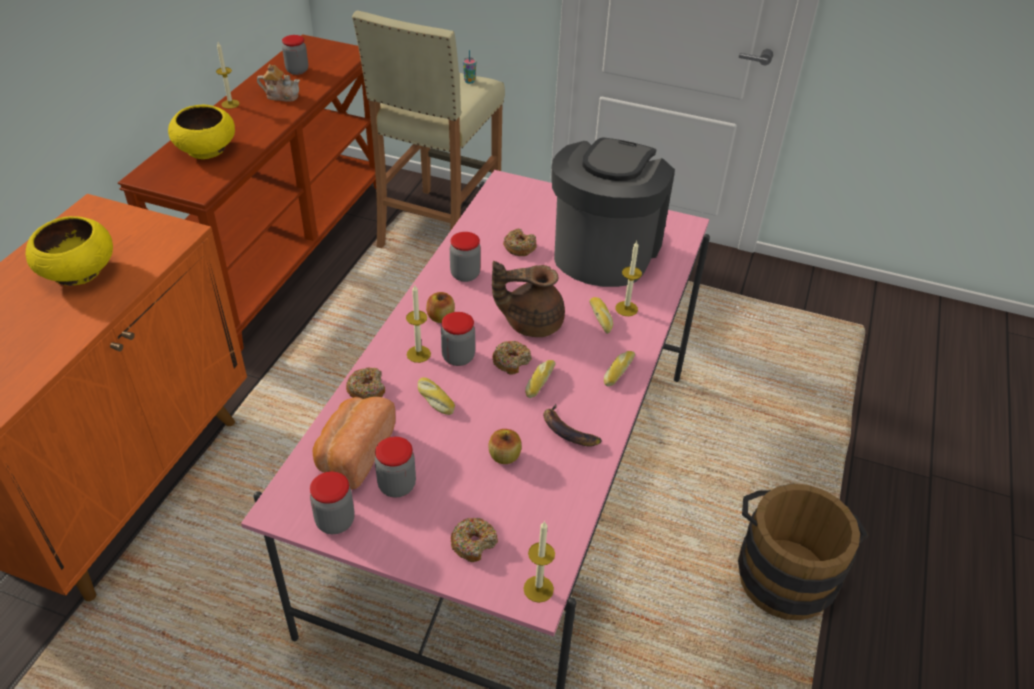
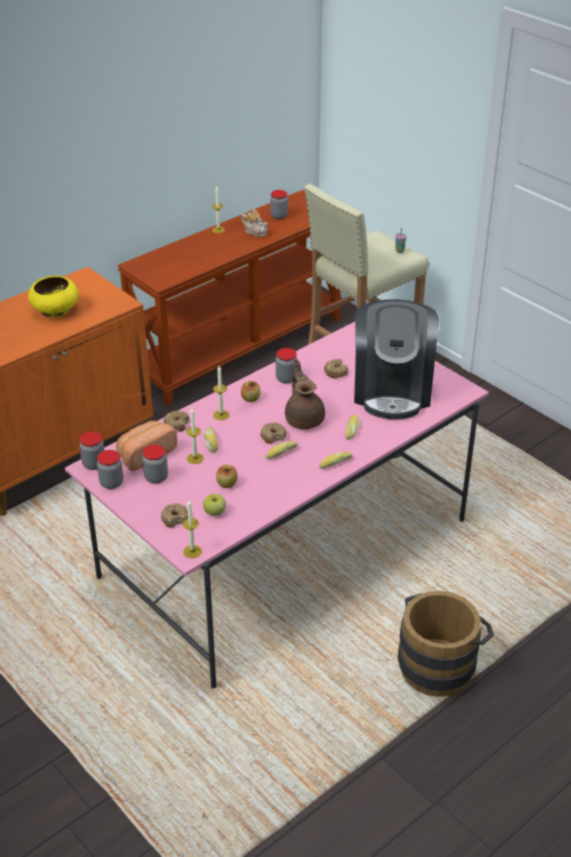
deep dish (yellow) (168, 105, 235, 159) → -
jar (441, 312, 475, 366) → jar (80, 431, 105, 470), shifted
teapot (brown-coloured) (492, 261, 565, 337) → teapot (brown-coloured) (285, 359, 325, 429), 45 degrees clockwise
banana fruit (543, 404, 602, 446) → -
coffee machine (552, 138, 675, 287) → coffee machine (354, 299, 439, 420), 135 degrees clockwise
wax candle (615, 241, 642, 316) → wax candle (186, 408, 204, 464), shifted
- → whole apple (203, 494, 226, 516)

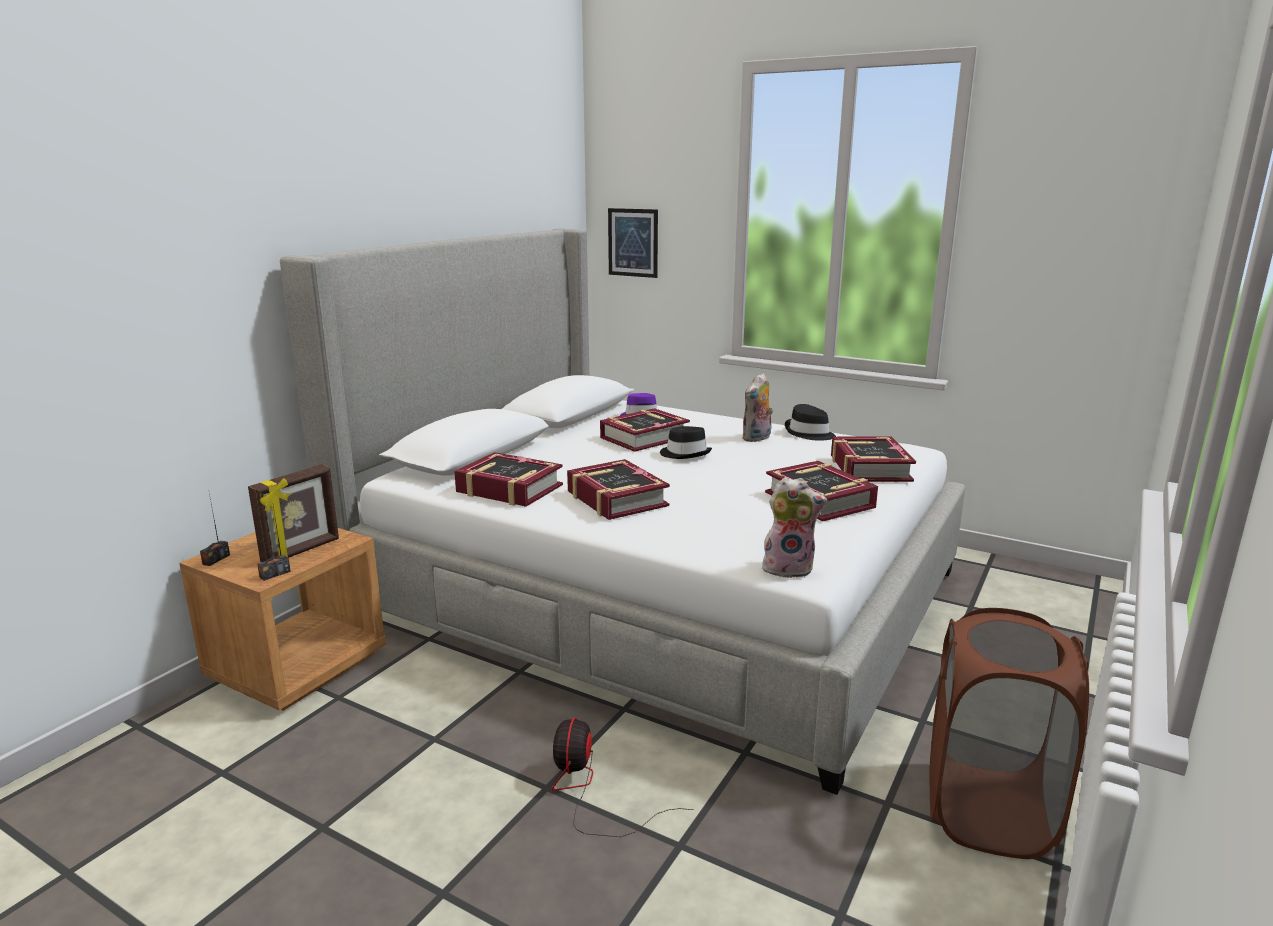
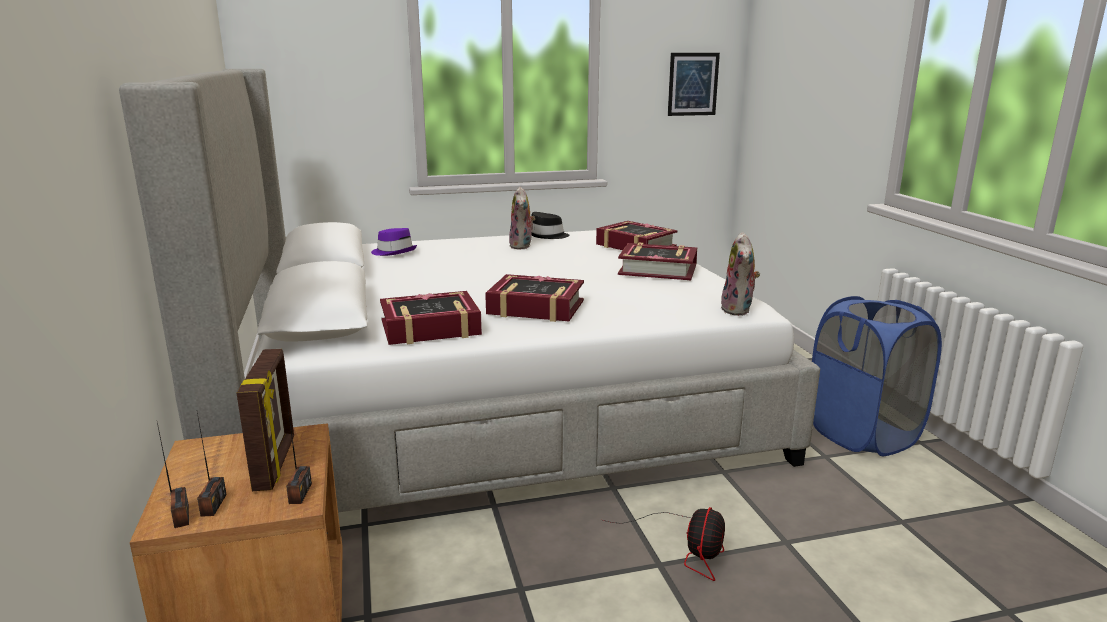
fan (552, 717, 694, 837) → fan (603, 507, 725, 581), 120 degrees counterclockwise
bound book (600, 408, 690, 452) → -
wall picture (608, 208, 658, 278) → wall picture (668, 53, 720, 116), shifted
clothing hat (black-coloured) (660, 426, 712, 459) → -
soft toy (762, 477, 827, 578) → soft toy (721, 232, 760, 316), 135 degrees clockwise
hamper (brown-coloured) (929, 608, 1089, 859) → hamper (blue-coloured) (812, 296, 942, 456)
- → radio set (197, 413, 227, 517)

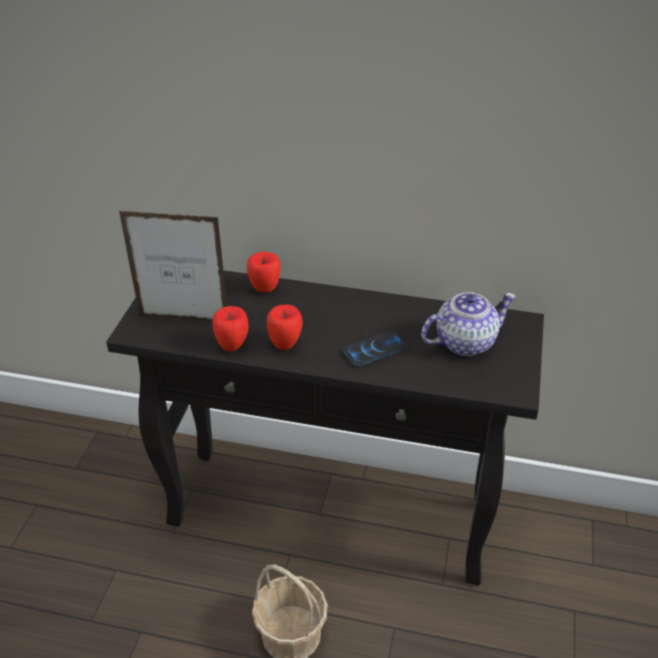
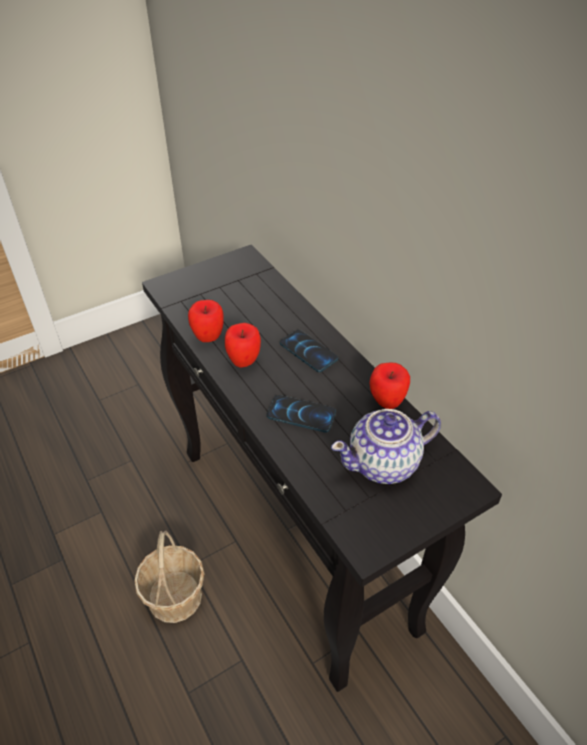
photo frame (119, 211, 227, 322) → -
whole apple (247, 252, 281, 292) → whole apple (369, 362, 410, 409), shifted
teapot (421, 292, 516, 356) → teapot (331, 409, 441, 484), 135 degrees clockwise
- → telephone (280, 330, 338, 372)

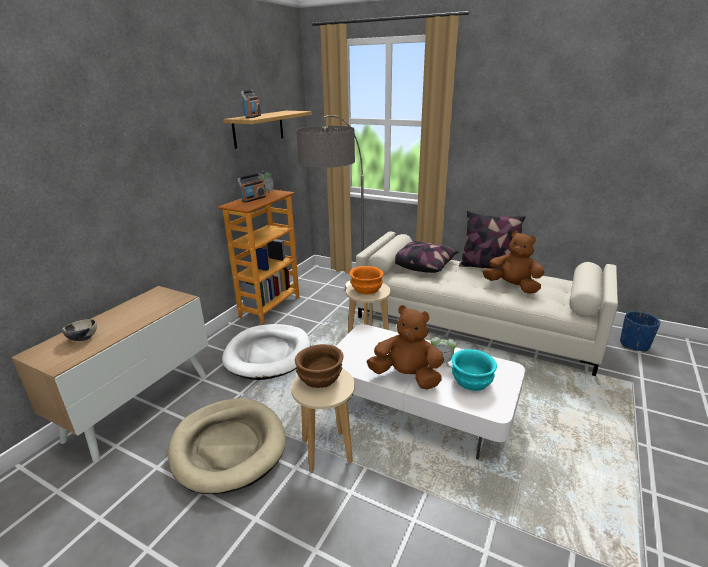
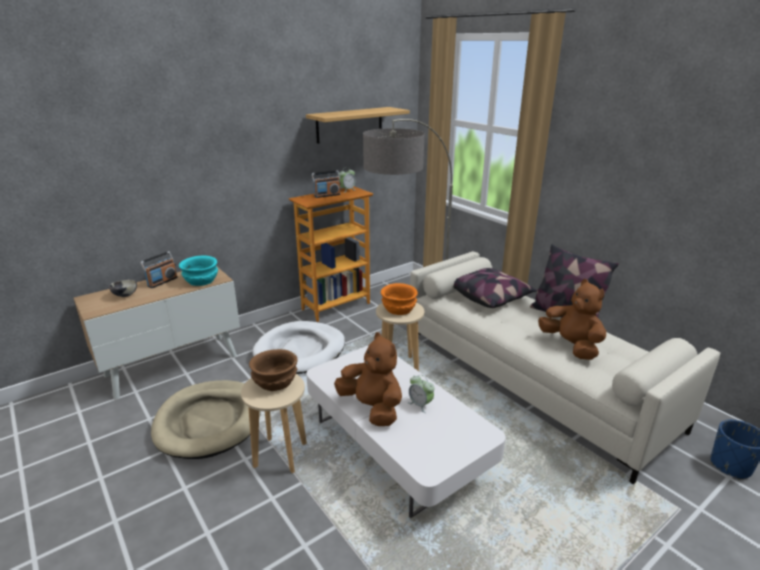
radio set (240, 90, 261, 118) → radio set (140, 251, 178, 288), shifted
deep dish (turquoise-coloured) (451, 349, 497, 391) → deep dish (turquoise-coloured) (179, 255, 218, 286), shifted

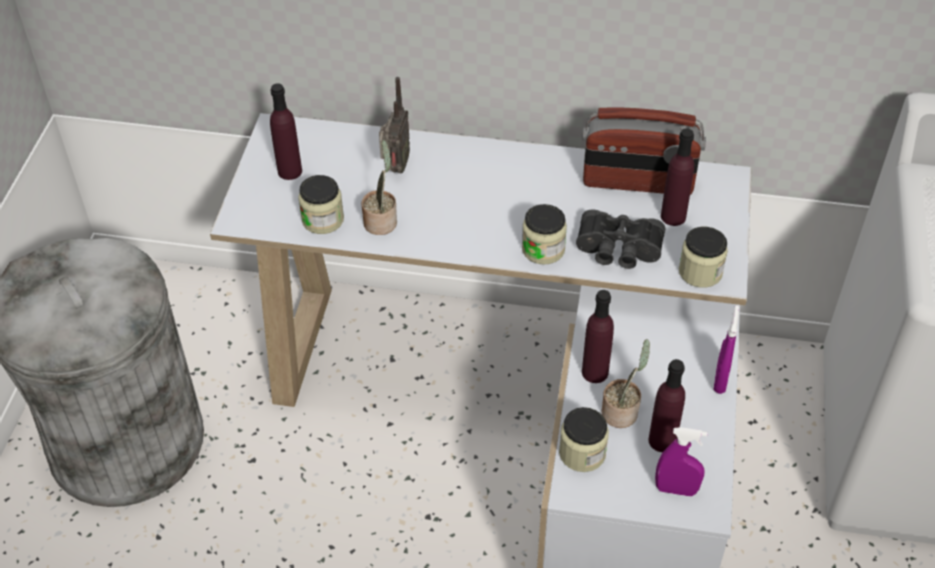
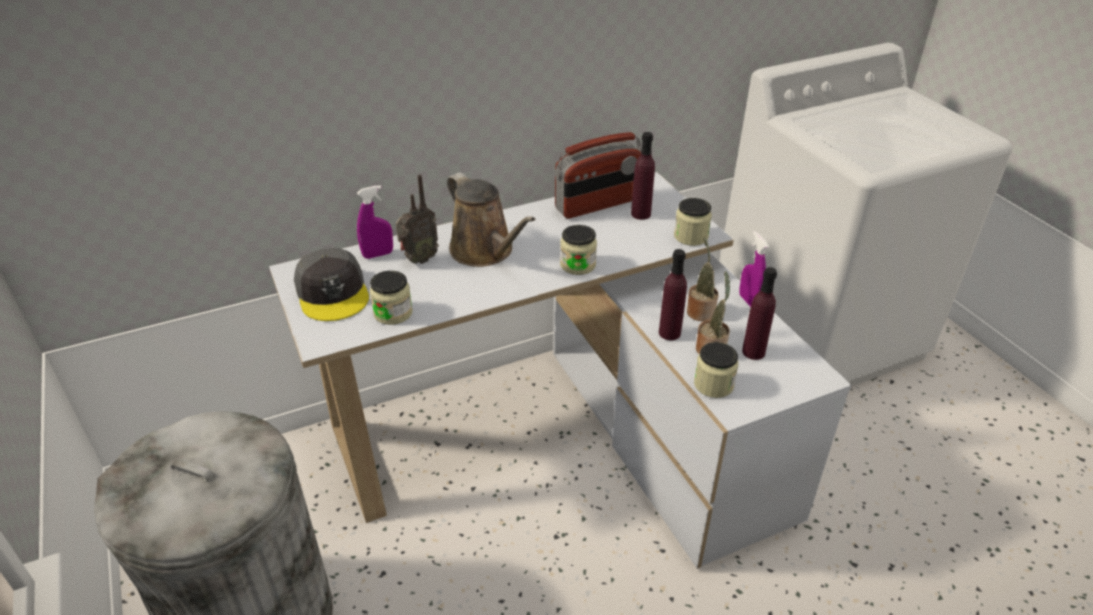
bottle (purple-coloured) (270, 83, 302, 180) → baseball cap (grey) (294, 248, 369, 321)
plant in a pot (361, 140, 397, 235) → plant in a pot (687, 237, 719, 321), shifted
radio set (379, 77, 410, 173) → radio set (396, 174, 439, 264), 75 degrees clockwise
binoculars (black-coloured) (576, 209, 665, 269) → -
hand sprayer (purple-coloured) (655, 427, 708, 496) → hand sprayer (purple-coloured) (357, 185, 393, 259), shifted
- → watering pot (brown-coloured) (447, 173, 535, 267)

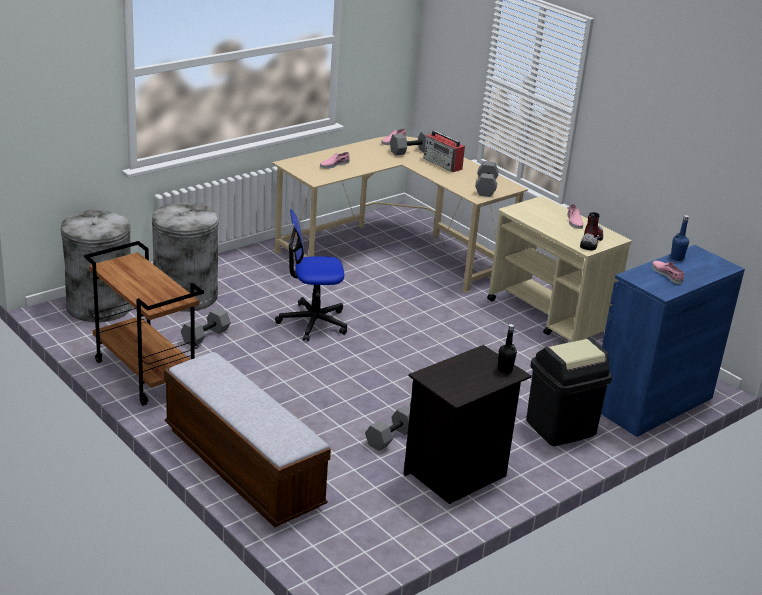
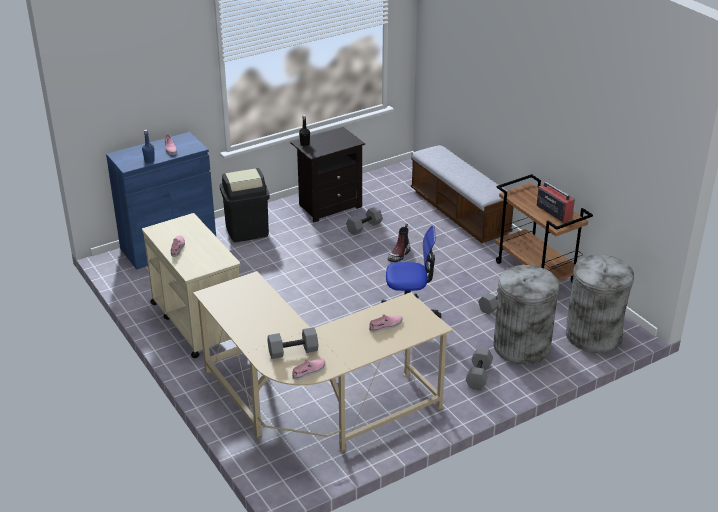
radio set (424, 130, 465, 172) → radio set (537, 178, 575, 223), shifted
free weight (grey) (475, 161, 499, 197) → free weight (grey) (466, 348, 493, 390), shifted
high-top boot (580, 212, 603, 250) → high-top boot (388, 224, 411, 262), shifted

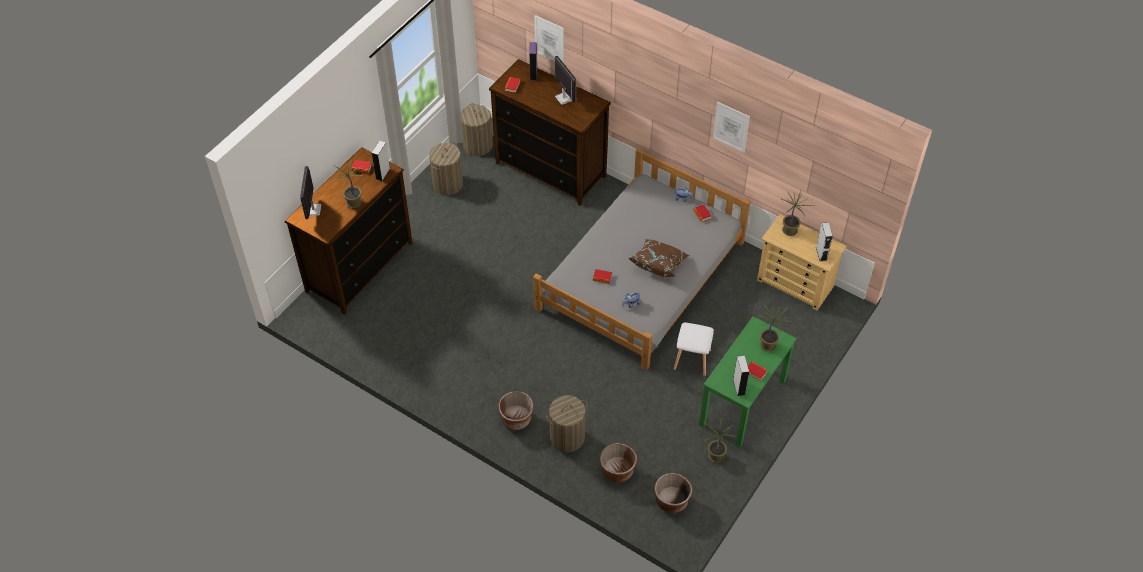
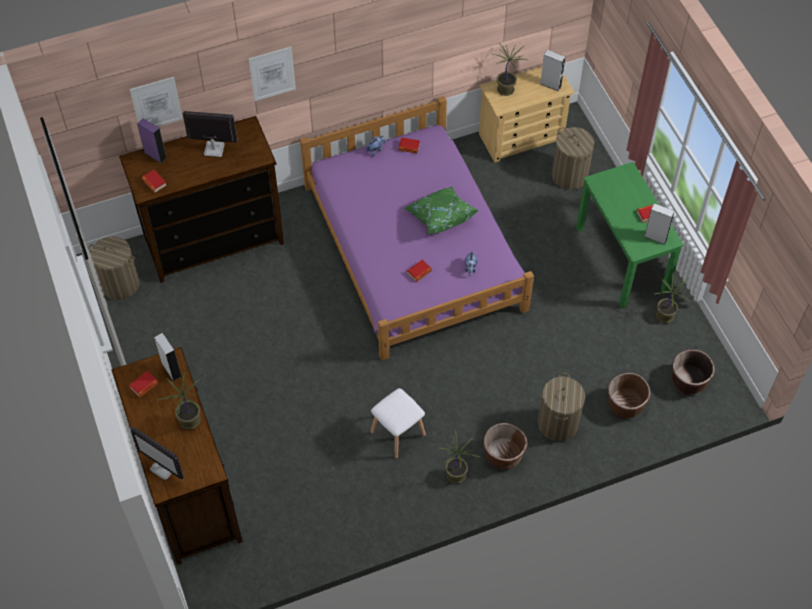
hamper (429, 142, 463, 195) → hamper (552, 127, 594, 190), shifted
bedroom bed (grey) (533, 147, 751, 370) → bedroom bed (purple-coloured) (300, 96, 534, 360)
throw pillow (brown-coloured) (629, 239, 690, 277) → throw pillow (greenish) (404, 186, 479, 233)
sitting stool (white-coloured) (673, 322, 714, 376) → sitting stool (white-coloured) (371, 388, 426, 459), shifted
wall picture (713, 102, 750, 153) → wall picture (249, 47, 296, 101), shifted
plant in a pot (757, 305, 792, 351) → plant in a pot (439, 430, 479, 484), shifted

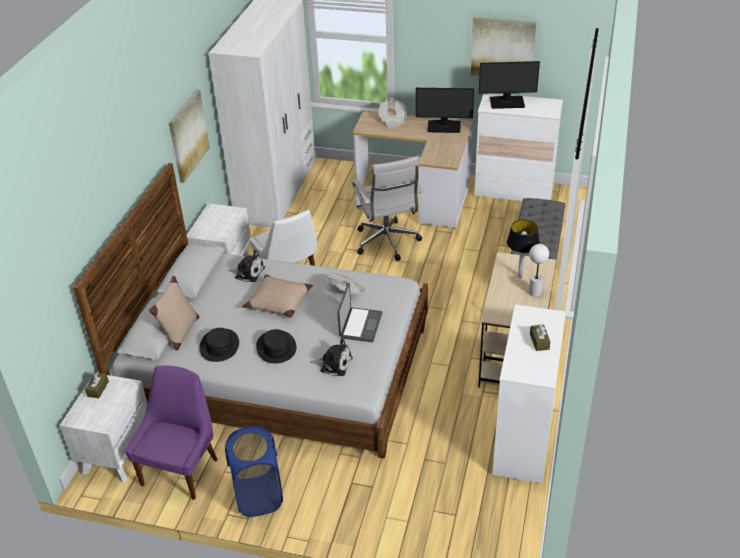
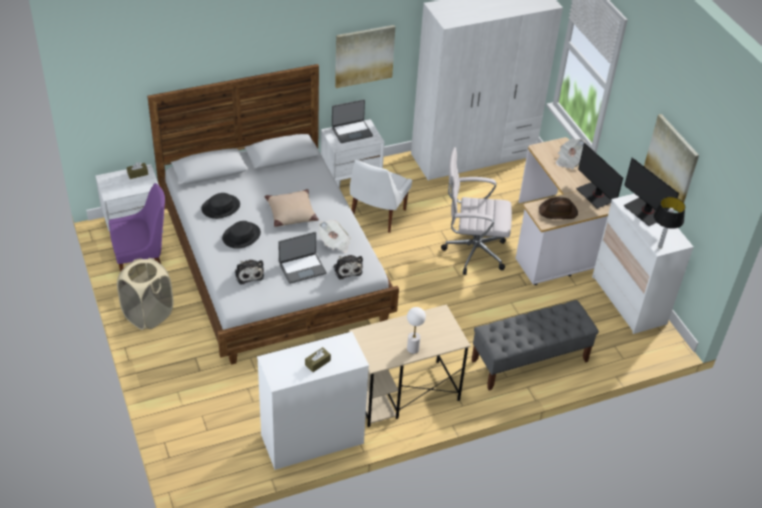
throw pillow (beige) (149, 276, 199, 351) → -
hamper (blue-coloured) (225, 426, 283, 517) → hamper (beige) (117, 258, 174, 330)
soft toy (228, 250, 265, 282) → soft toy (334, 255, 363, 279), shifted
desk chair (white-coloured) (353, 156, 423, 261) → desk chair (white-coloured) (441, 147, 512, 275), 60 degrees clockwise
table lamp (507, 220, 540, 278) → table lamp (654, 197, 685, 248), shifted
- → laptop (332, 99, 373, 143)
- → clothing hat (brown-coloured) (539, 197, 578, 219)

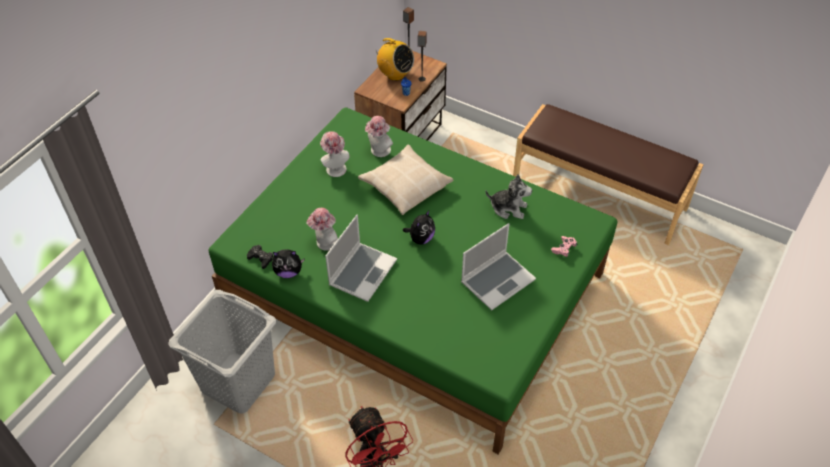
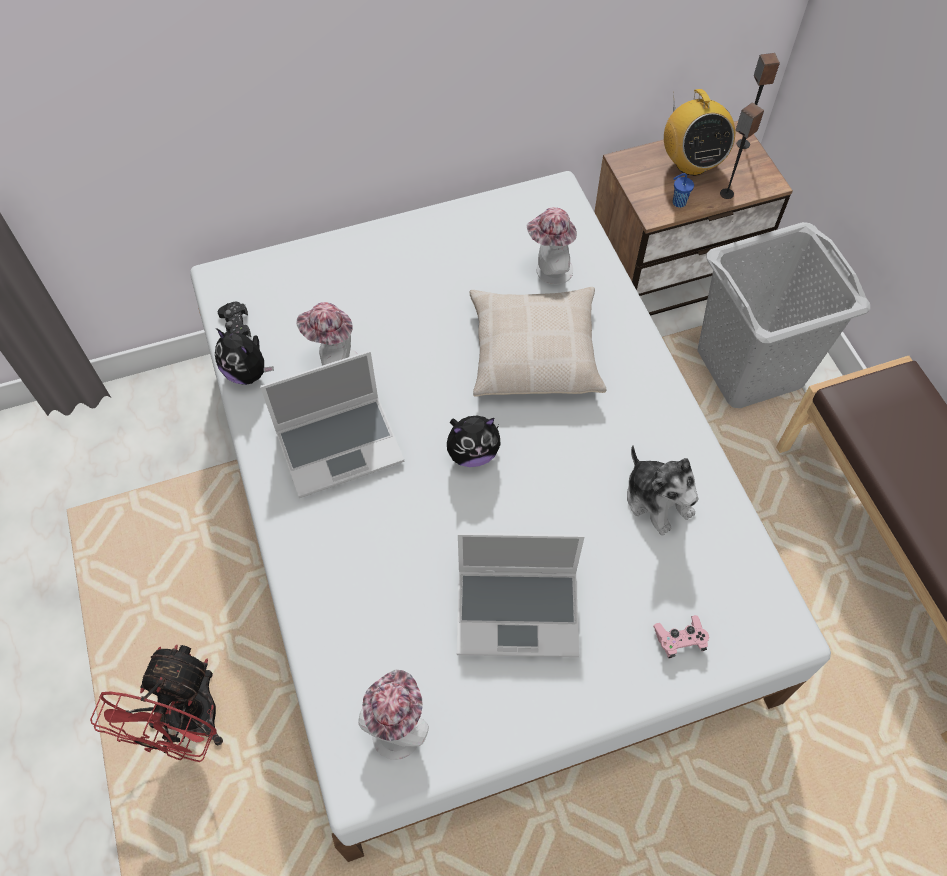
hamper (grey) (168, 290, 276, 414) → hamper (grey) (698, 222, 870, 408), shifted
bedroom bed (greenish) (208, 107, 617, 455) → bedroom bed (white-coloured) (190, 171, 831, 862)
clothing hat (320, 132, 350, 177) → clothing hat (358, 669, 429, 760), shifted

